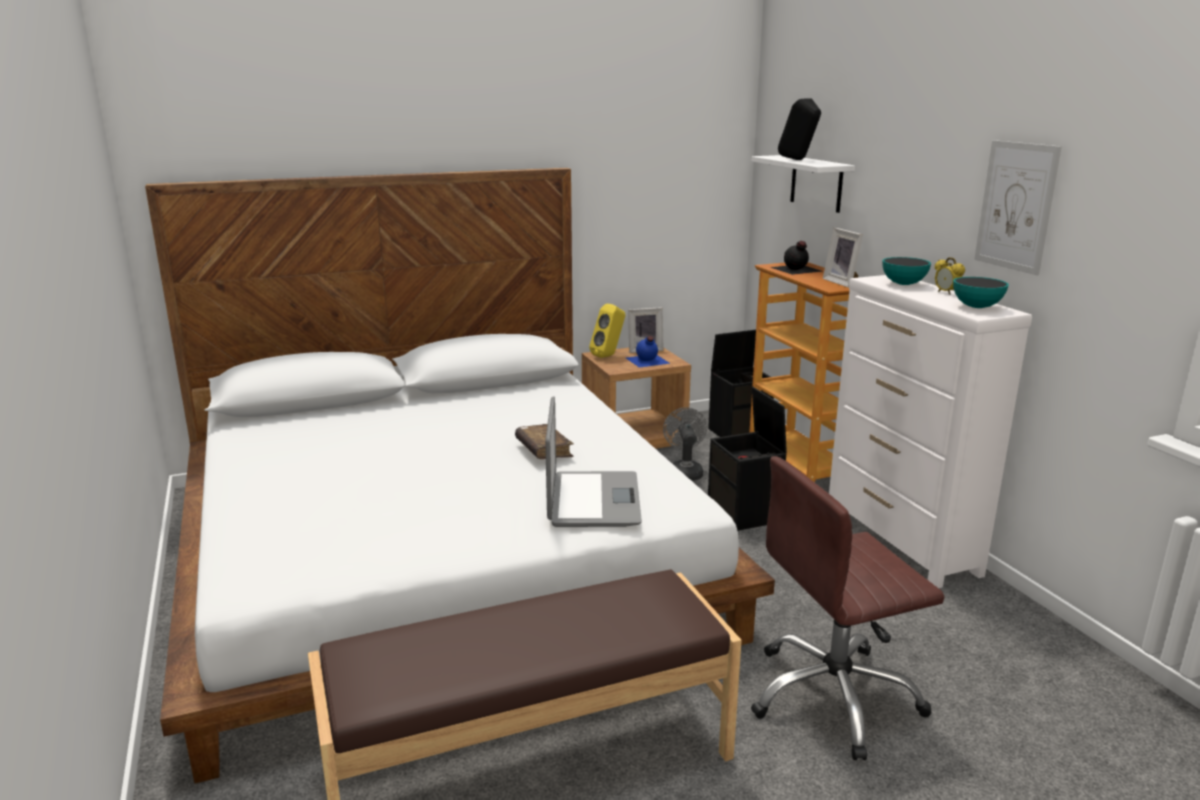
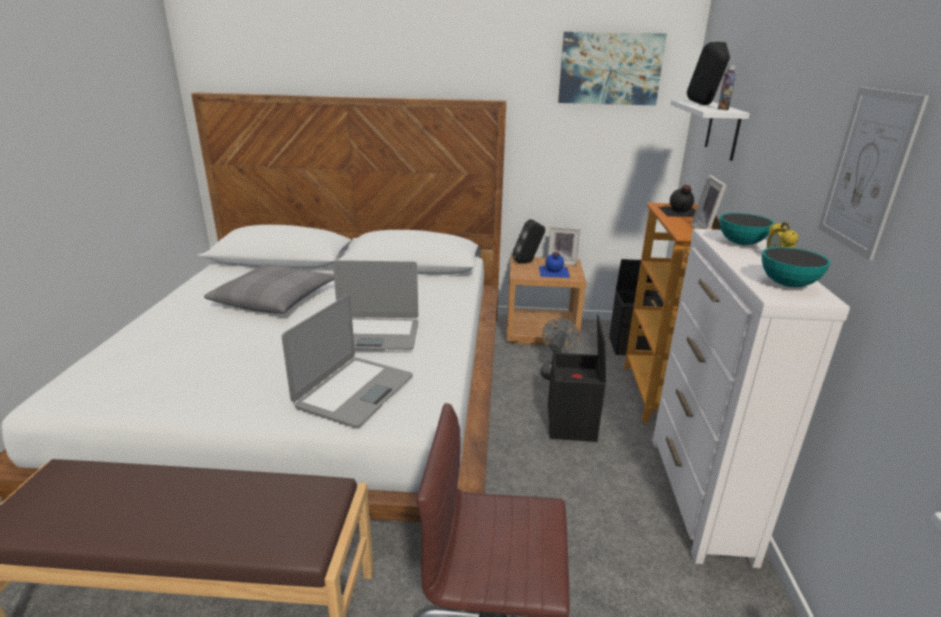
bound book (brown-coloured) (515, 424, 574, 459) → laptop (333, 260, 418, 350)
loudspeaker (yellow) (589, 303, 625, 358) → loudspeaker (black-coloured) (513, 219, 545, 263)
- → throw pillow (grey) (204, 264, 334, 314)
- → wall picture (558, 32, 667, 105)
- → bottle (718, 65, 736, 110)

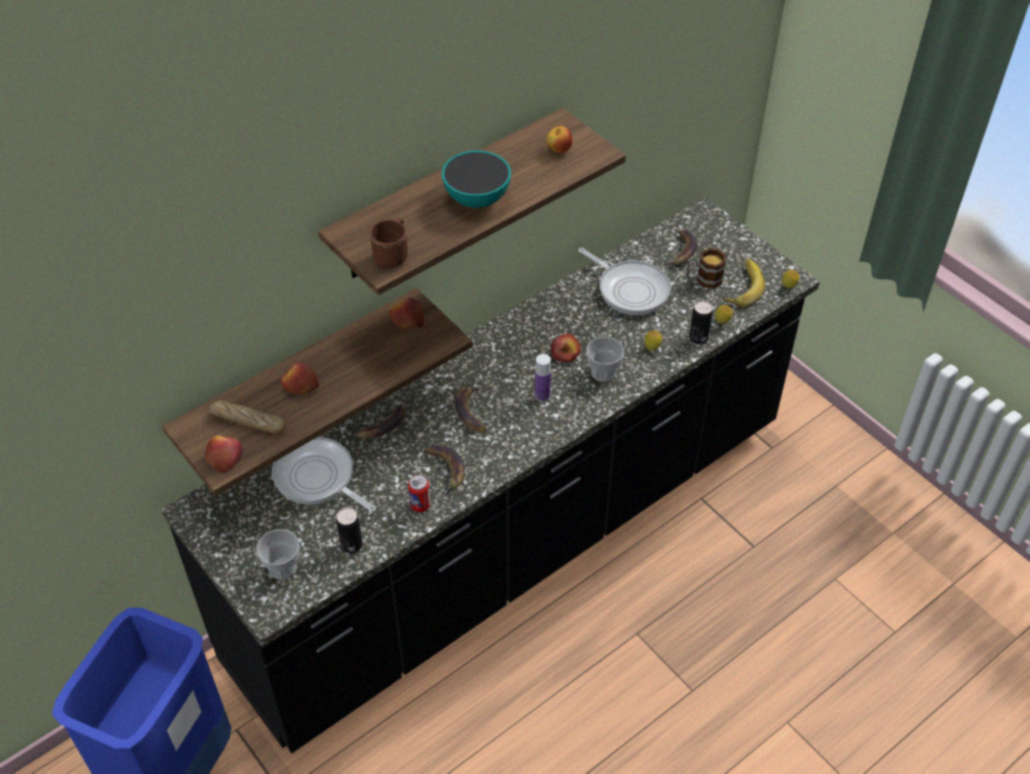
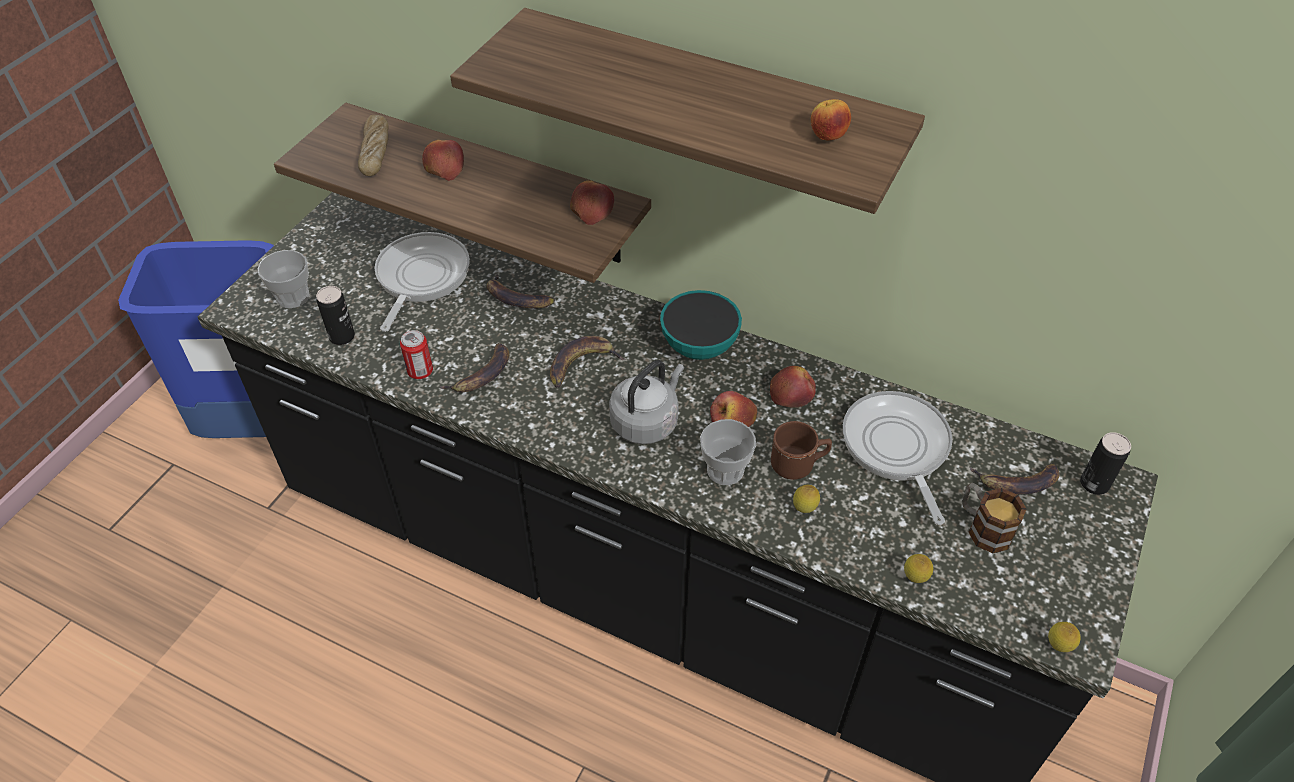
whole apple (205, 436, 242, 473) → whole apple (770, 366, 816, 408), shifted
mug (brown-coloured) (370, 217, 408, 268) → mug (brown-coloured) (771, 421, 832, 480), shifted
deep dish (442, 150, 511, 208) → deep dish (660, 290, 742, 360), shifted
bottle (535, 354, 551, 402) → tea kettle (grey) (609, 360, 684, 444)
frying pan (578, 248, 671, 315) → frying pan (843, 391, 952, 525), 150 degrees clockwise
sealed can (689, 301, 713, 344) → sealed can (1080, 432, 1131, 495), shifted
banana fruit (722, 259, 765, 307) → -

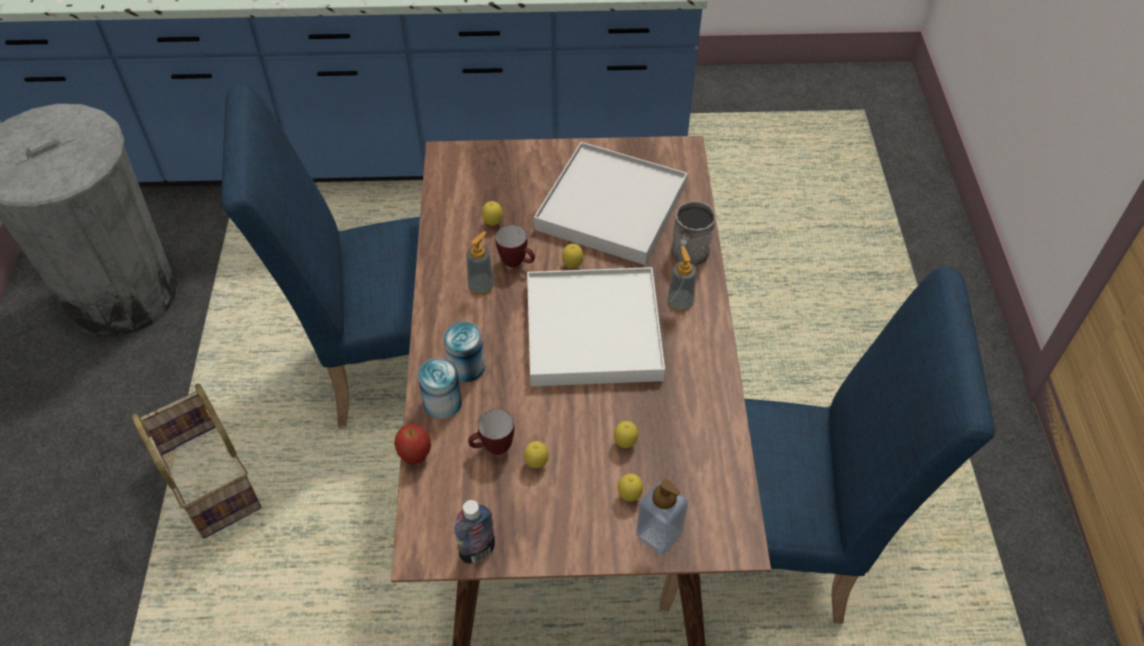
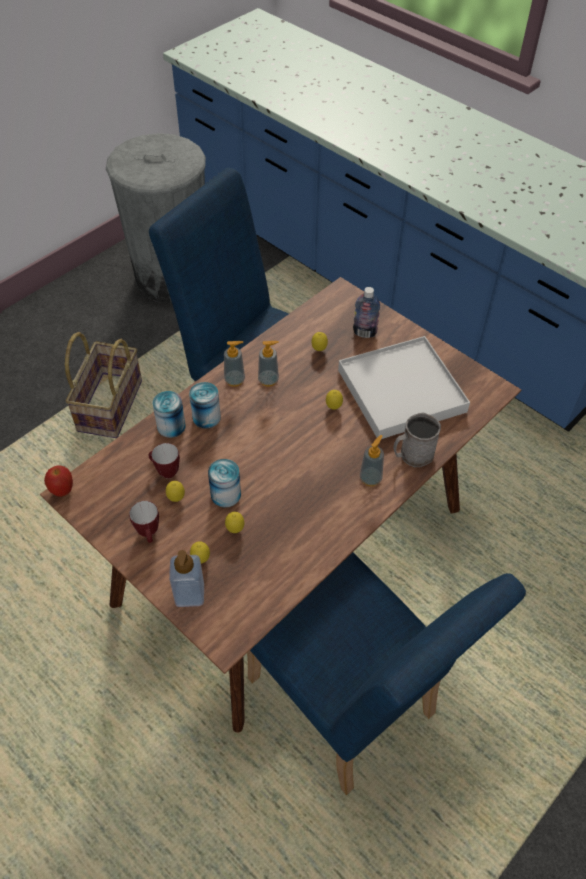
whole apple (394, 424, 431, 464) → whole apple (44, 465, 73, 497), shifted
bottle (455, 500, 495, 564) → bottle (353, 287, 380, 338), shifted
mug (496, 225, 535, 268) → mug (129, 501, 159, 543), shifted
carrying tray (white-coloured) (527, 267, 665, 386) → -
- → sealed can (208, 459, 241, 508)
- → liquid soap bottle (224, 341, 245, 387)

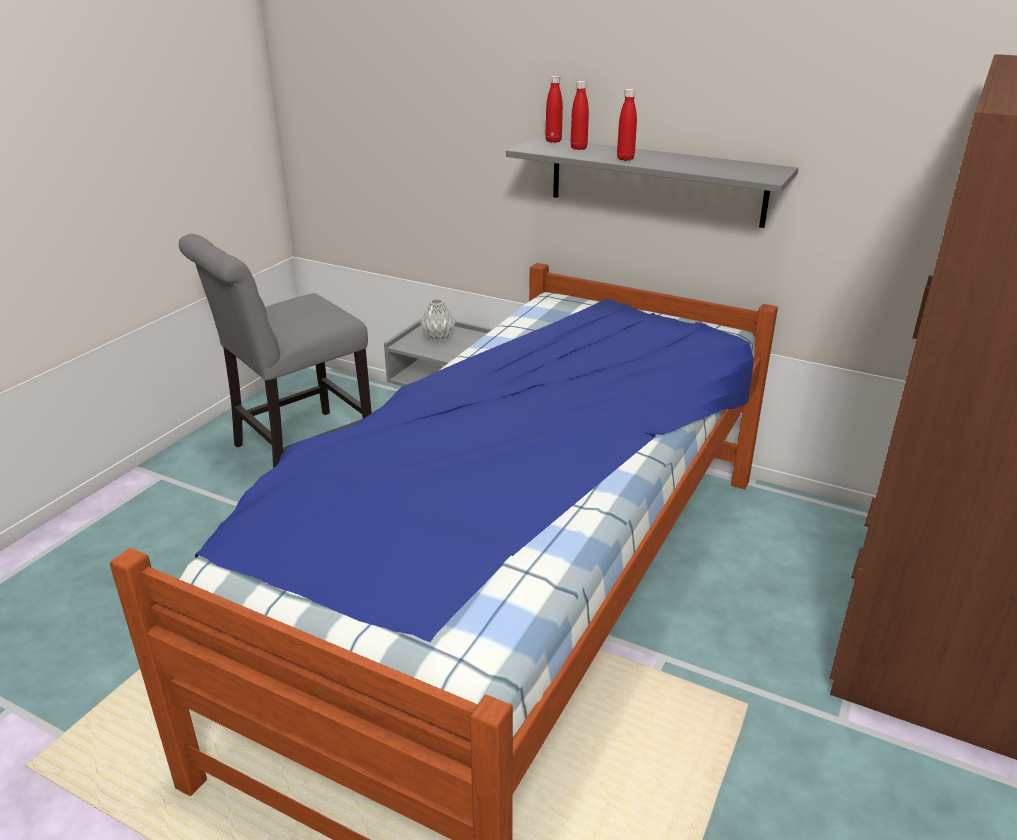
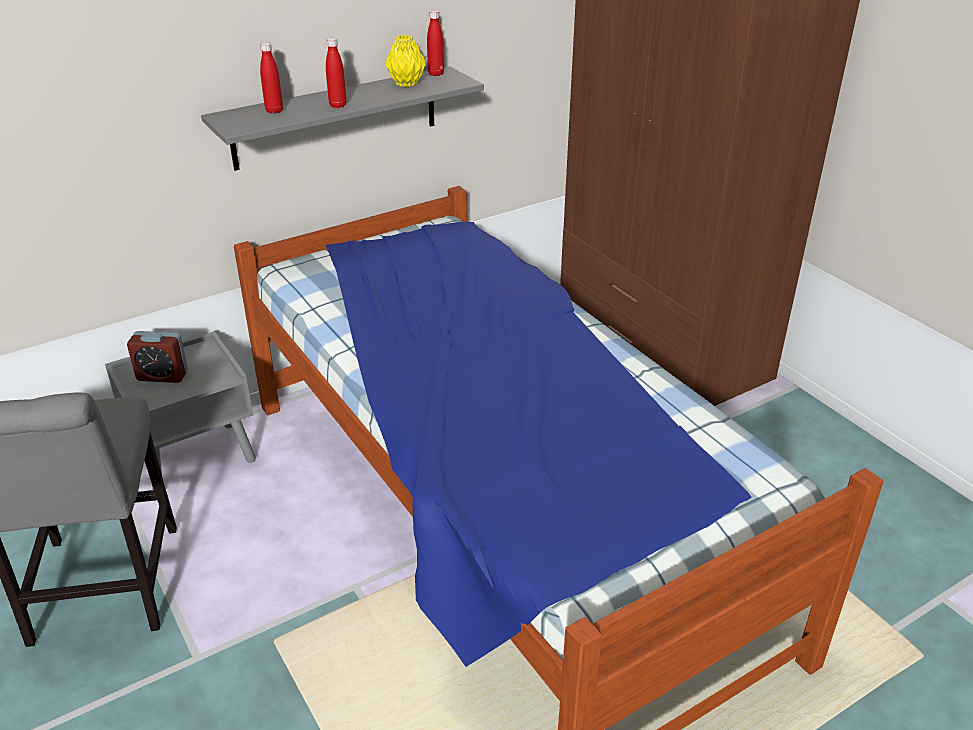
decorative vase (grey) (420, 299, 455, 342) → bedside clock (127, 331, 188, 383)
bottle (reddish) (545, 76, 563, 143) → bottle (reddish) (427, 11, 444, 76), shifted
- → decorative vase (yellow) (385, 35, 426, 87)

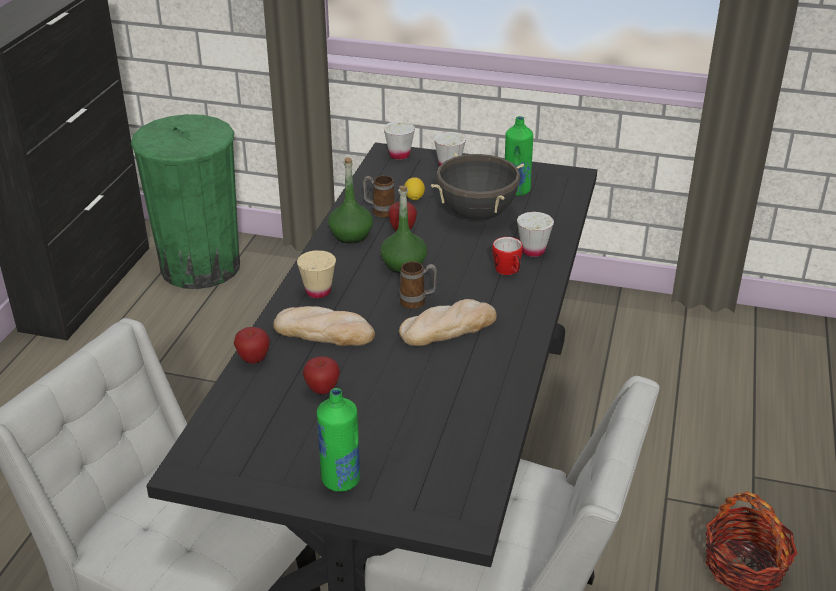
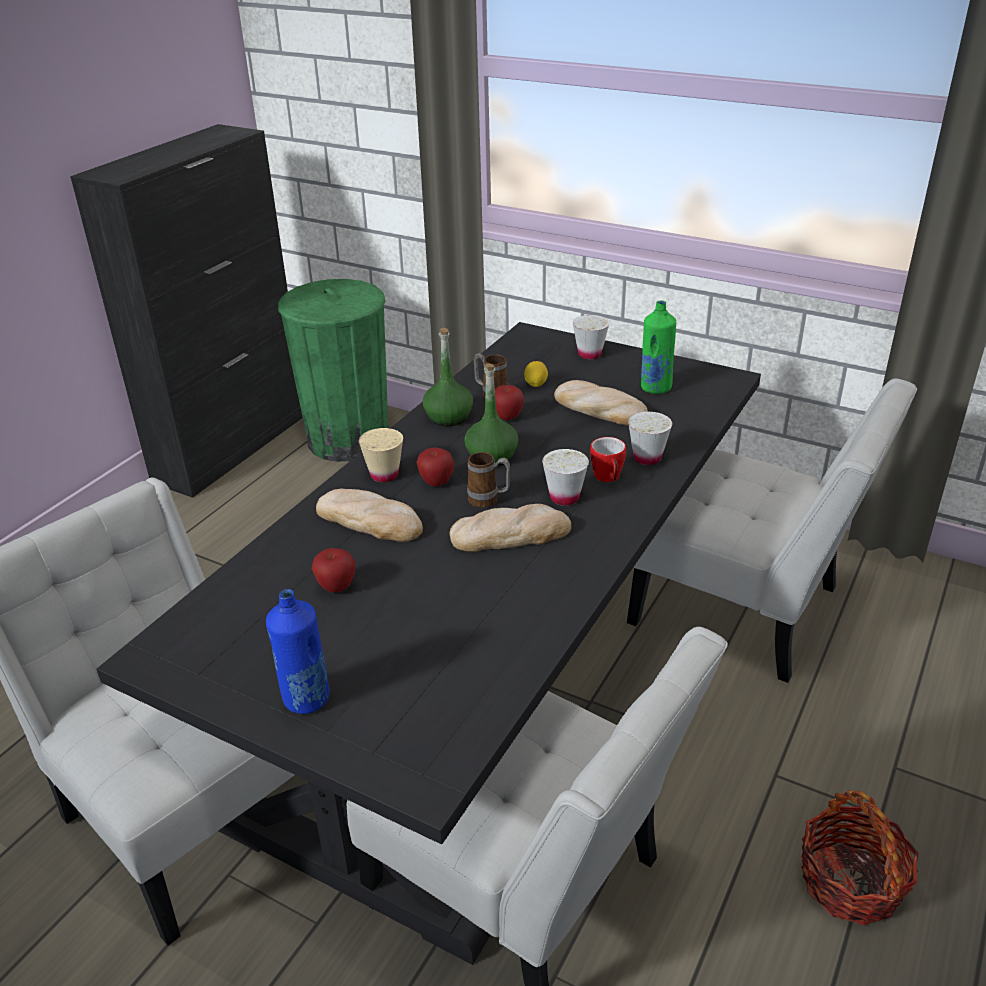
whole apple (234, 327, 270, 364) → whole apple (416, 448, 454, 487), shifted
bottle (greenish) (317, 388, 360, 492) → bottle (blue-coloured) (266, 589, 330, 714)
small cup (white-coloured) (384, 121, 415, 160) → small cup (white-coloured) (542, 449, 589, 506), shifted
cooking pot (black-coloured) (431, 153, 524, 220) → bakery bread (554, 380, 648, 426)
- → upright chair (white-coloured) (627, 378, 917, 683)

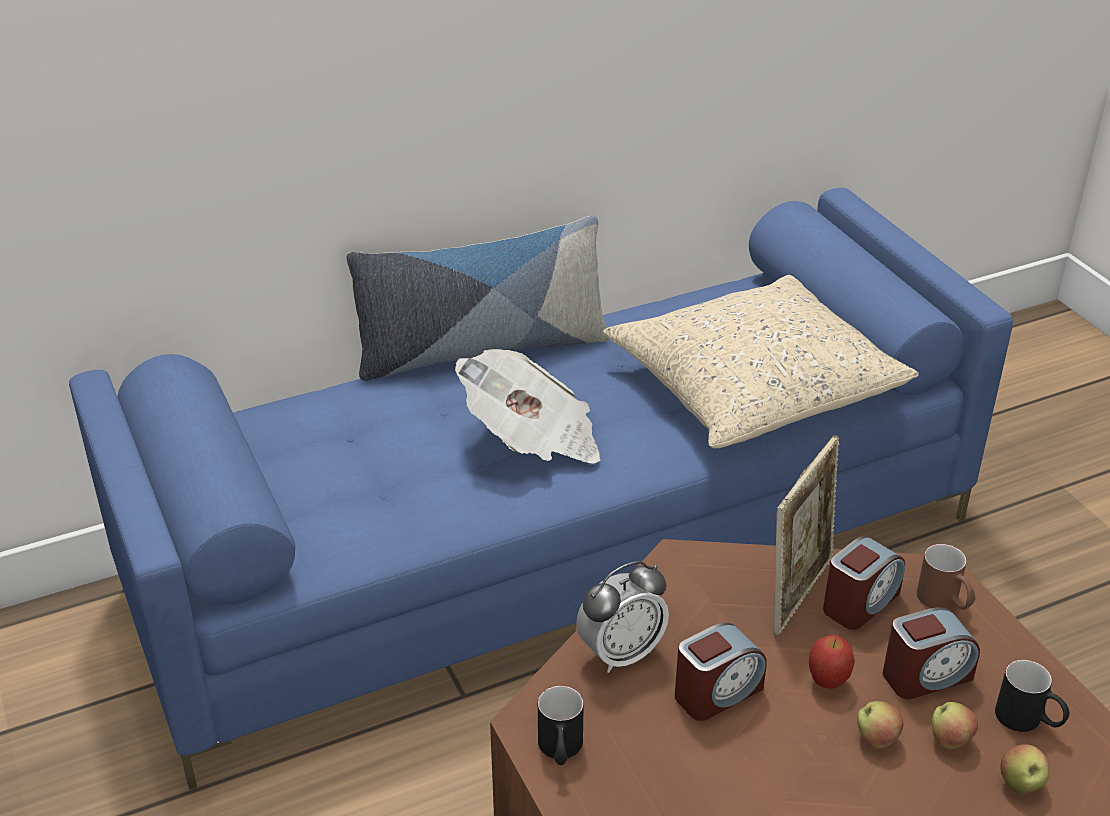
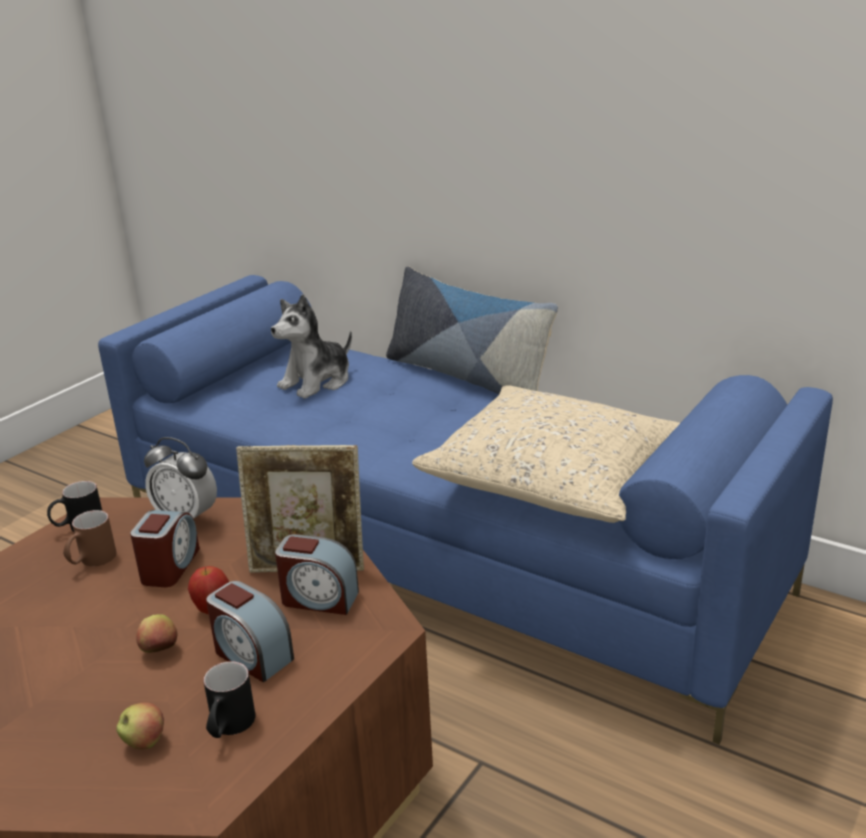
newspaper (455, 349, 601, 464) → -
bedside clock (675, 622, 767, 721) → bedside clock (130, 510, 200, 587), 105 degrees counterclockwise
mug (brown-coloured) (917, 544, 975, 610) → mug (brown-coloured) (63, 510, 117, 566), shifted
whole apple (932, 702, 978, 749) → -
- → soft toy (271, 294, 352, 399)

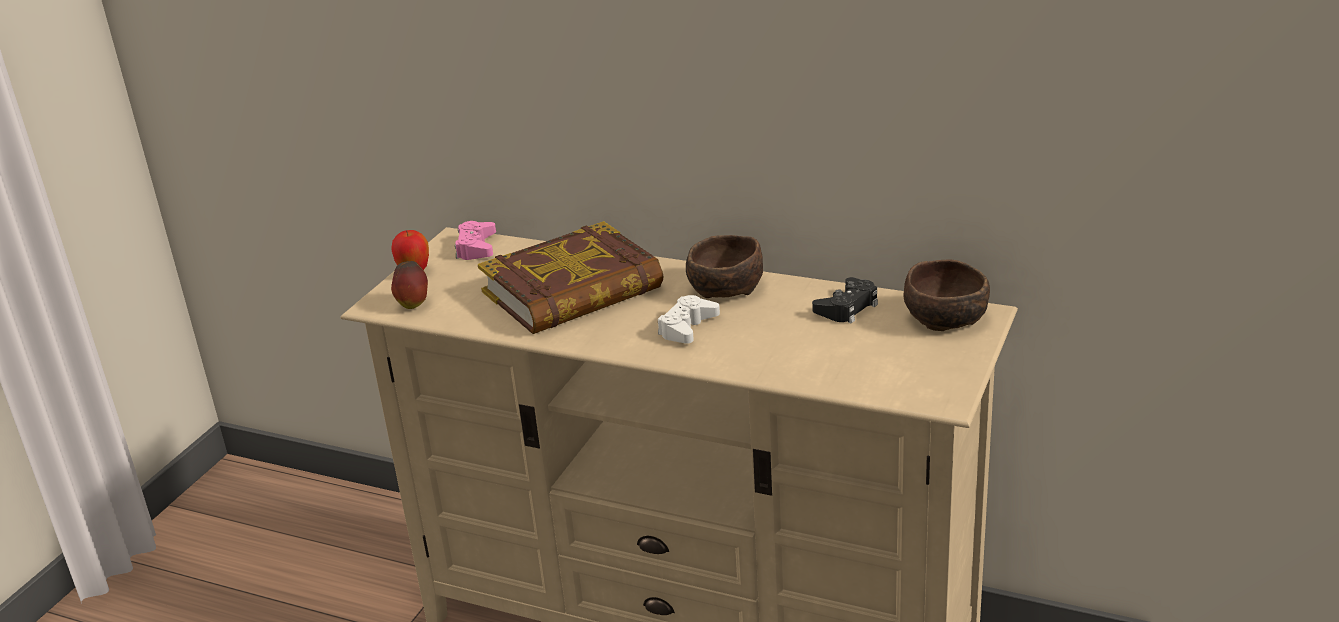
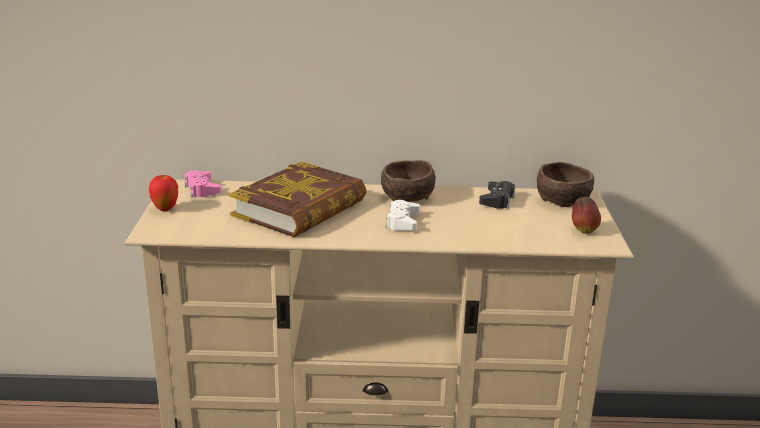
whole apple (391, 261, 428, 309) → whole apple (572, 197, 601, 234), shifted

